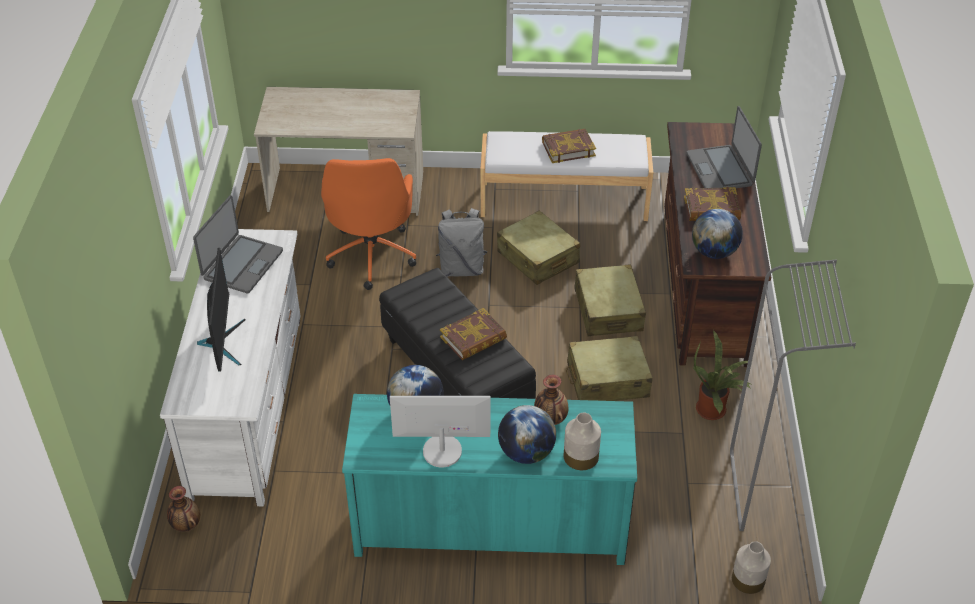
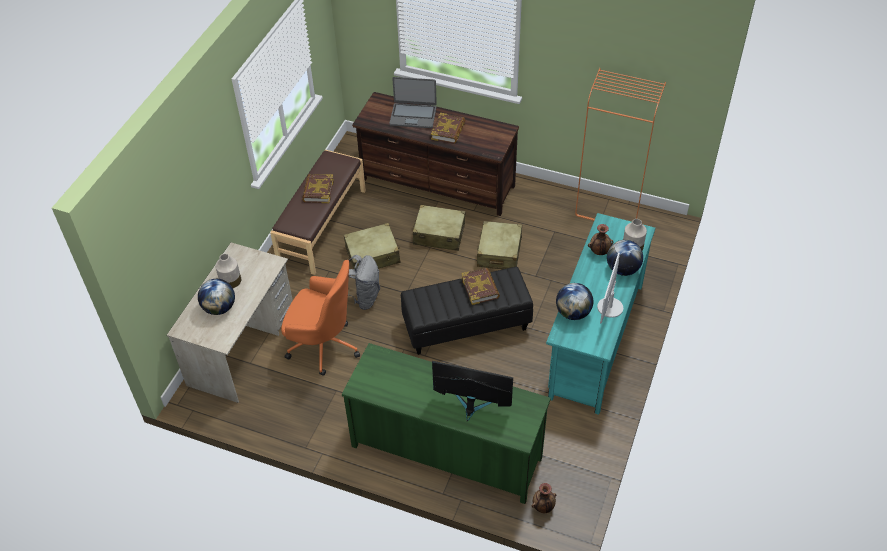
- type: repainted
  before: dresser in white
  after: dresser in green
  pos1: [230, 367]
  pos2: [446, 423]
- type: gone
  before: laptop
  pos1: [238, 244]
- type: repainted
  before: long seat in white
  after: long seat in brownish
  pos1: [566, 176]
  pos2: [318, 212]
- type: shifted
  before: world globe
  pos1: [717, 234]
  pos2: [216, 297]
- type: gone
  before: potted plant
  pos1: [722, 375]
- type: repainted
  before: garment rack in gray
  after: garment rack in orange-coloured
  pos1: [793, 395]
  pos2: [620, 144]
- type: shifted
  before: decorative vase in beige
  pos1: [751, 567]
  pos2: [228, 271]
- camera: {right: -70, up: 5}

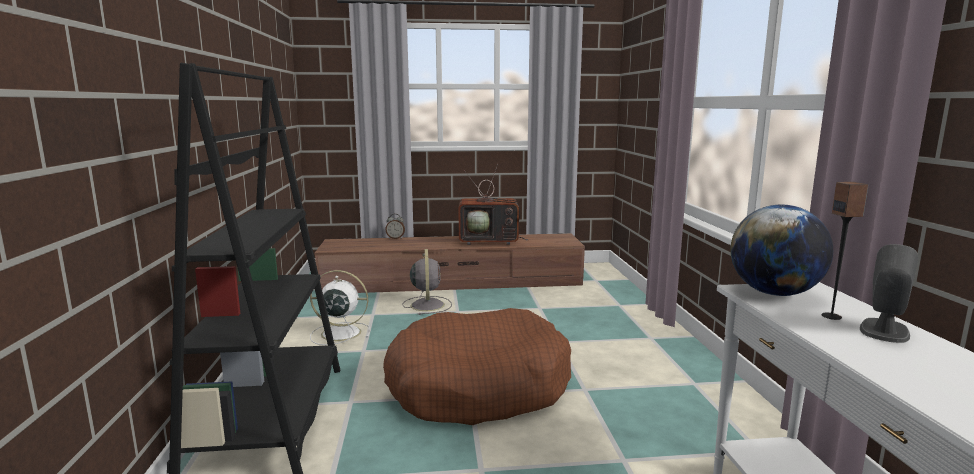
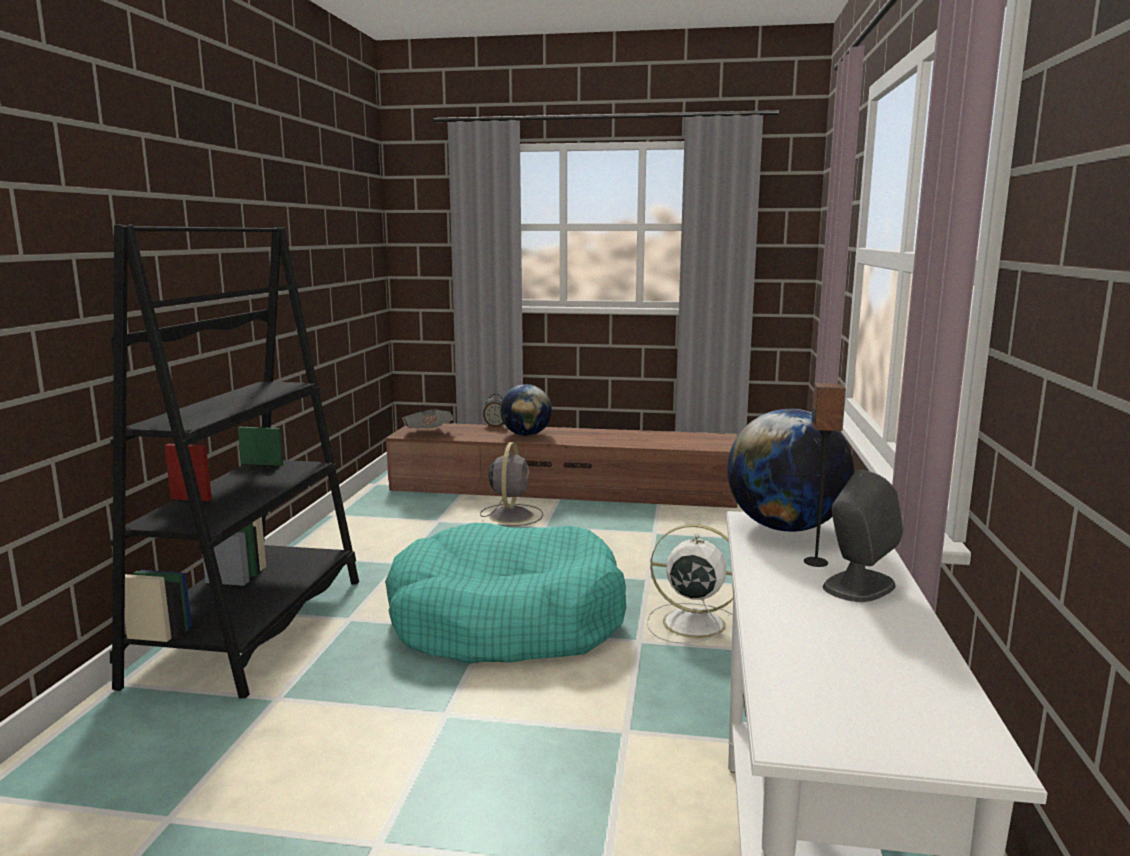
- type: shifted
  before: electric fan in white
  pos1: [340, 307]
  pos2: [690, 584]
- type: repainted
  before: dog cushion in brownish
  after: dog cushion in turquoise
  pos1: [477, 366]
  pos2: [505, 593]
- type: gone
  before: TV set
  pos1: [493, 204]
- type: new
  after: printed paper
  pos2: [428, 419]
- type: new
  after: world globe
  pos2: [526, 410]
- camera: {right: 15, up: 0}

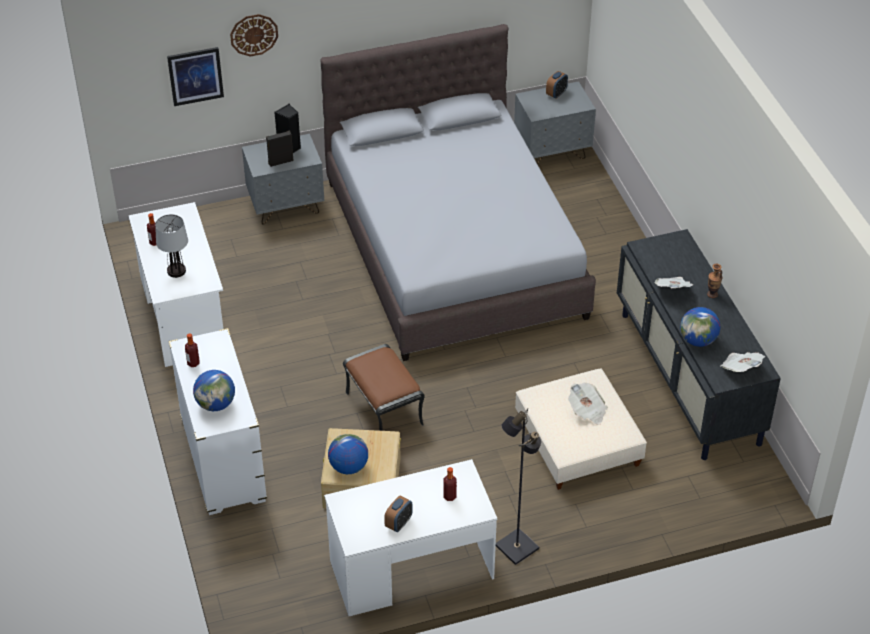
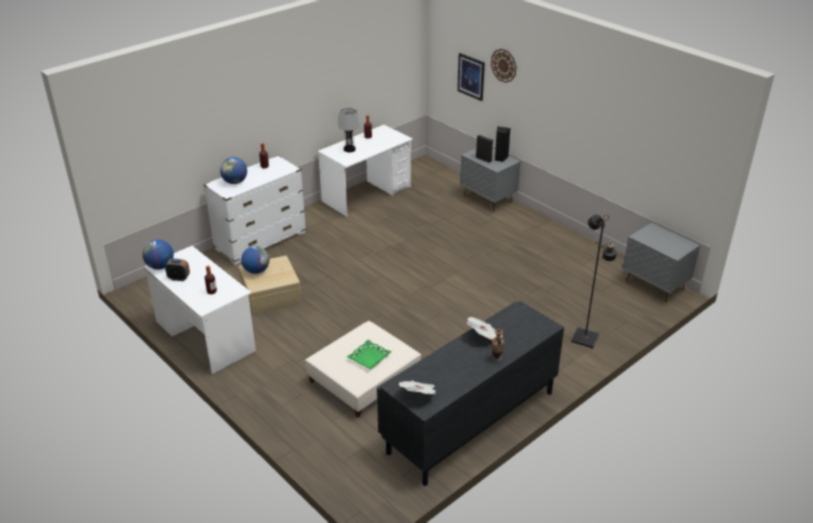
- type: gone
  before: sleeping bed in gray
  pos1: [458, 192]
- type: gone
  before: pouffe in brownish
  pos1: [384, 387]
- type: shifted
  before: standard lamp in black-coloured
  pos1: [518, 486]
  pos2: [594, 281]
- type: gone
  before: table clock
  pos1: [557, 85]
- type: swapped
  before: printed paper
  after: tray in green
  pos1: [588, 404]
  pos2: [369, 355]
- type: shifted
  before: world globe
  pos1: [700, 327]
  pos2: [158, 254]
- camera: {right: 65, up: -10}

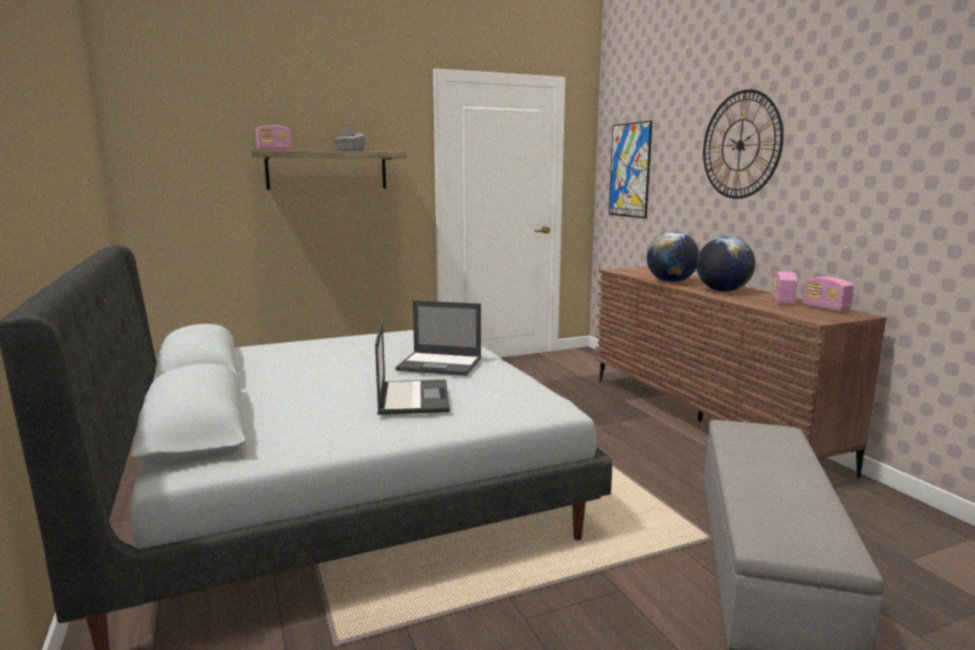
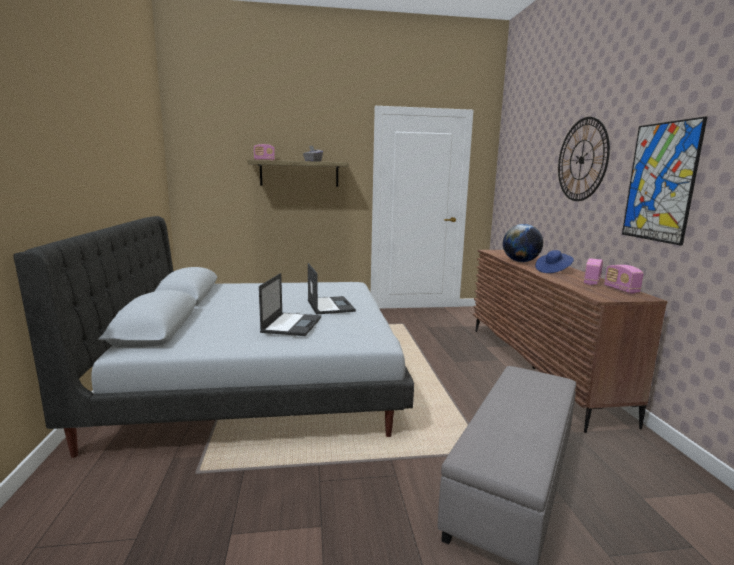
- type: rotated
  before: laptop
  pos1: [438, 338]
  pos2: [332, 289]
  turn: -135
- type: shifted
  before: wall picture
  pos1: [631, 170]
  pos2: [664, 181]
- type: swapped
  before: world globe
  after: wearable hat in blue
  pos1: [725, 264]
  pos2: [554, 261]
- camera: {right: 15, up: 0}

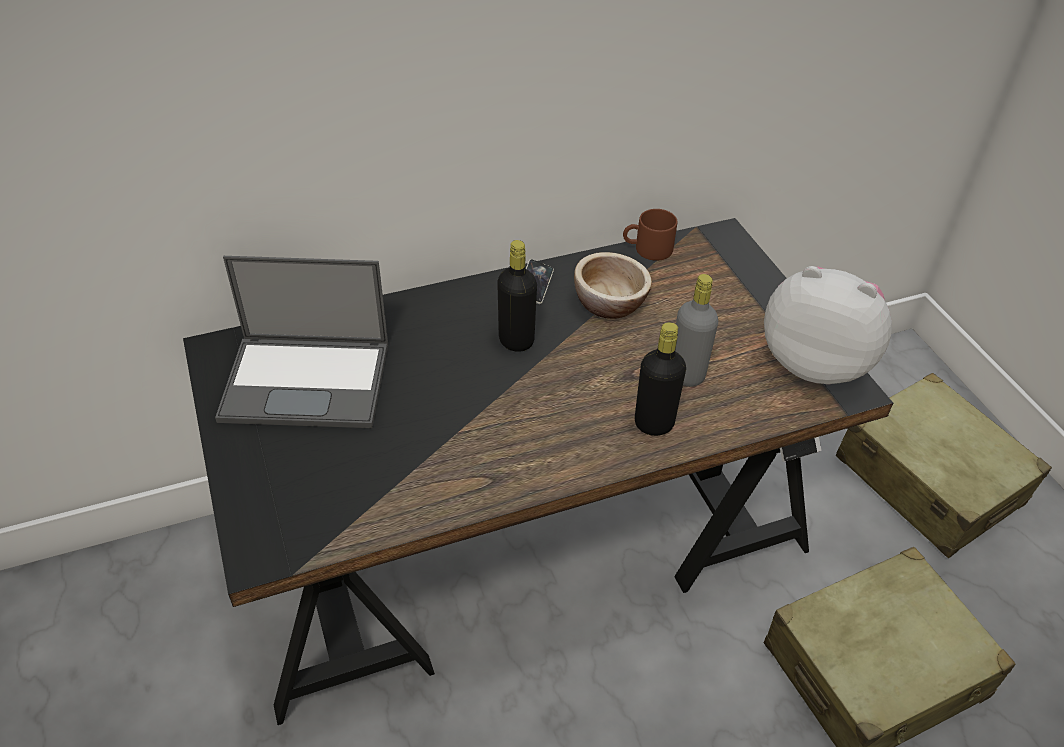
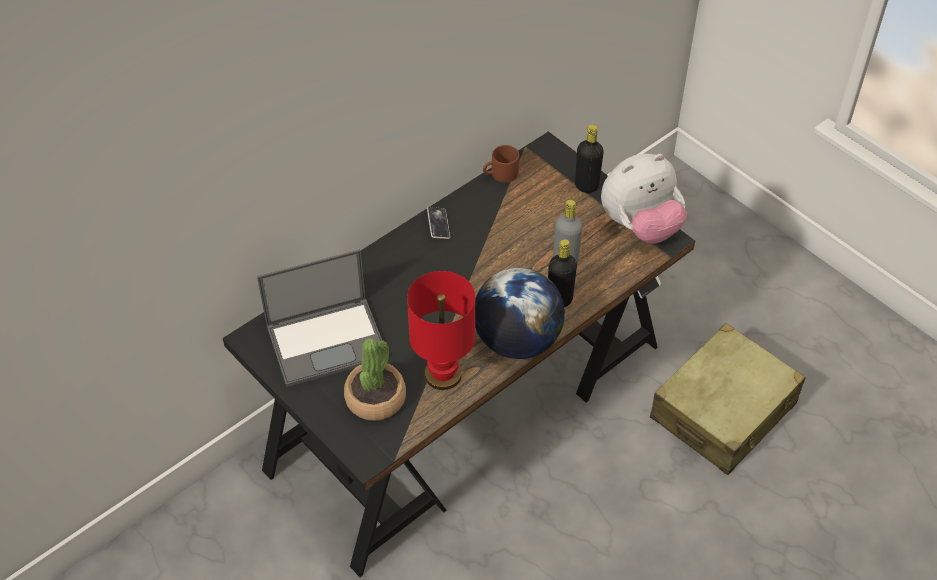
- type: shifted
  before: beverage bottle in black-coloured
  pos1: [517, 296]
  pos2: [589, 158]
- type: gone
  before: bowl
  pos1: [613, 285]
- type: rotated
  before: soft toy
  pos1: [828, 325]
  pos2: [644, 198]
  turn: 150
- type: gone
  before: piece of luggage in beige
  pos1: [944, 465]
- type: new
  after: potted plant
  pos2: [375, 379]
- type: new
  after: lamp for a table in red-coloured
  pos2: [441, 330]
- type: new
  after: world globe
  pos2: [520, 313]
- camera: {right: -20, up: 5}

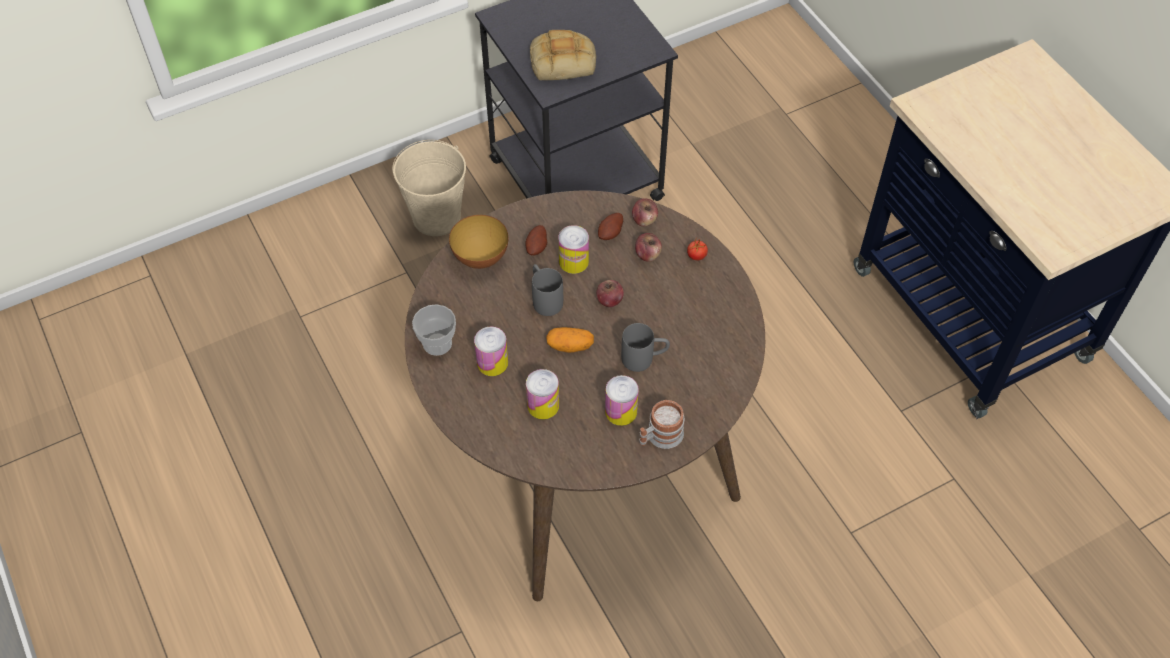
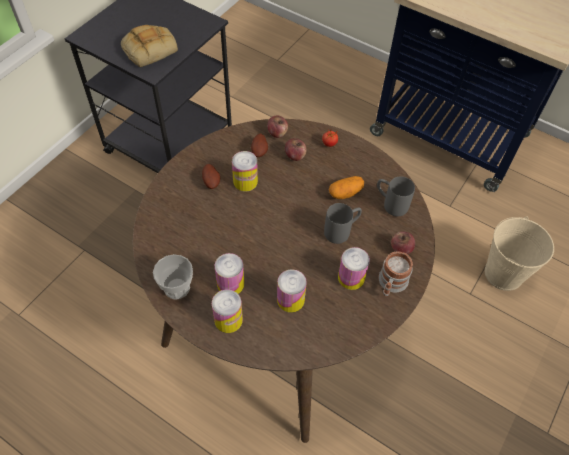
- type: shifted
  before: water bucket in beige
  pos1: [429, 188]
  pos2: [519, 253]
- type: gone
  before: bowl
  pos1: [478, 242]
- type: shifted
  before: coffee mug in gray
  pos1: [547, 290]
  pos2: [396, 196]
- type: shifted
  before: potato
  pos1: [570, 340]
  pos2: [346, 187]
- type: shifted
  before: whole apple
  pos1: [610, 293]
  pos2: [403, 242]
- type: new
  after: can
  pos2: [227, 311]
- camera: {right: -30, up: 0}

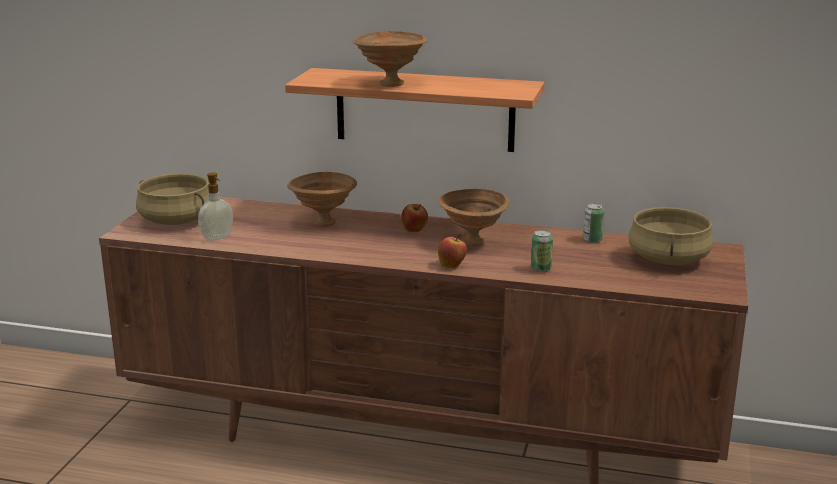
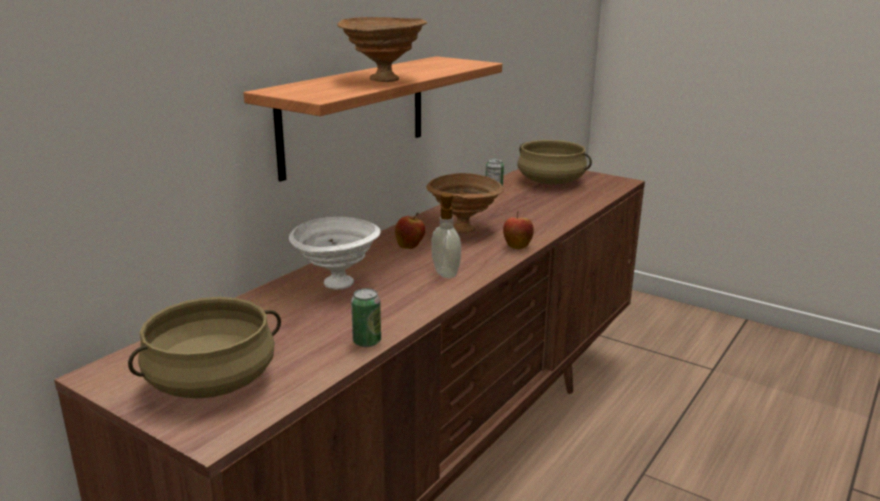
- type: shifted
  before: soap bottle
  pos1: [215, 206]
  pos2: [446, 235]
- type: repainted
  before: bowl in brownish
  after: bowl in white
  pos1: [322, 199]
  pos2: [335, 253]
- type: shifted
  before: can
  pos1: [542, 251]
  pos2: [366, 317]
- camera: {right: -70, up: 0}

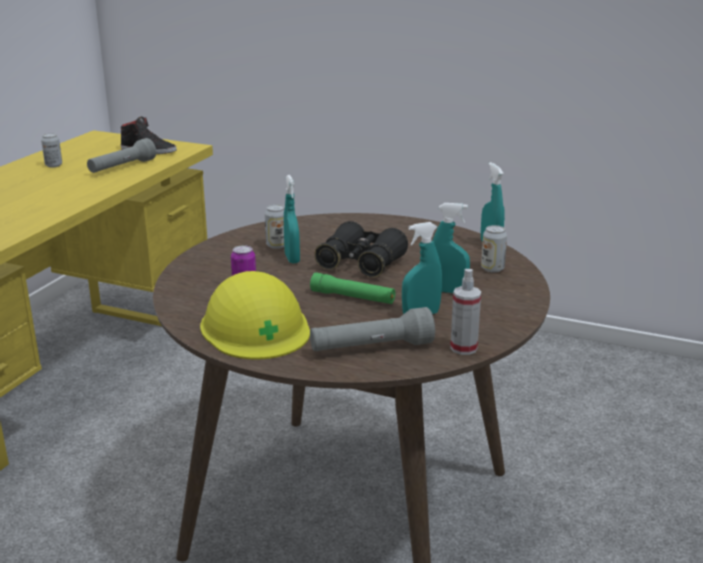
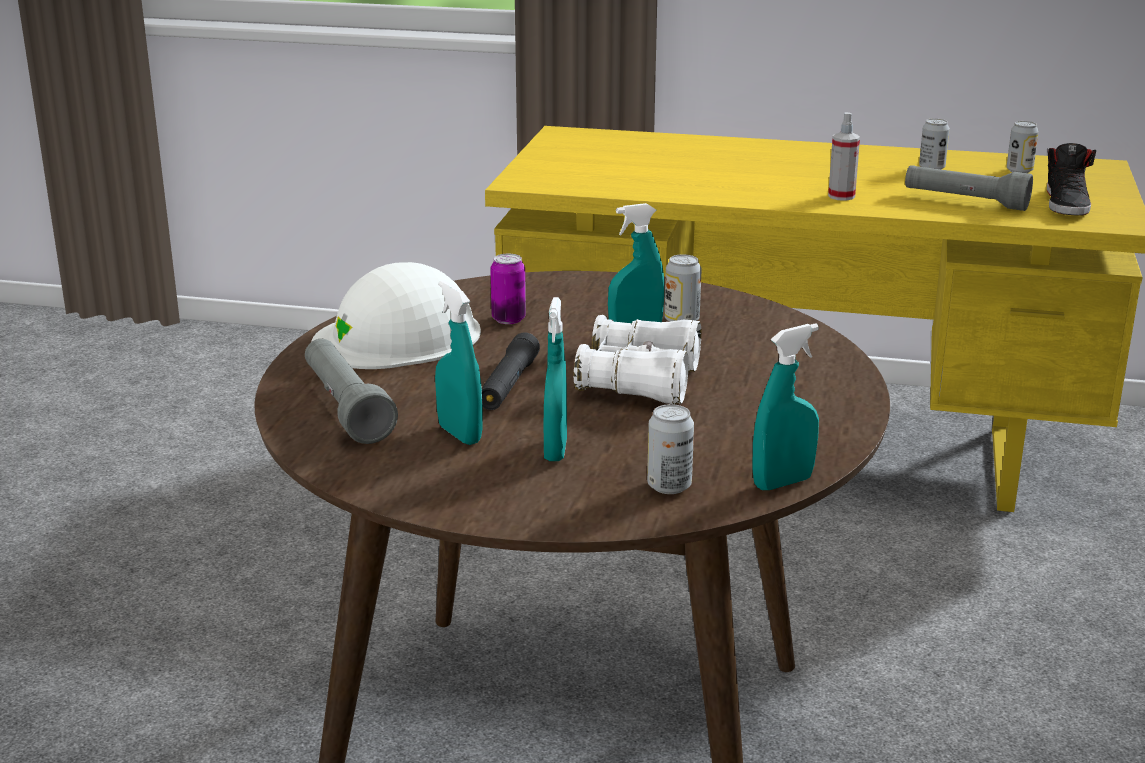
- type: repainted
  before: work helmet in yellow-coloured
  after: work helmet in white
  pos1: [255, 315]
  pos2: [396, 315]
- type: repainted
  before: torch in green
  after: torch in black-coloured
  pos1: [352, 288]
  pos2: [511, 371]
- type: repainted
  before: binoculars in black-coloured
  after: binoculars in white
  pos1: [361, 249]
  pos2: [637, 360]
- type: shifted
  before: spray bottle
  pos1: [465, 312]
  pos2: [844, 156]
- type: new
  after: can
  pos2: [1023, 147]
- camera: {right: 80, up: 0}

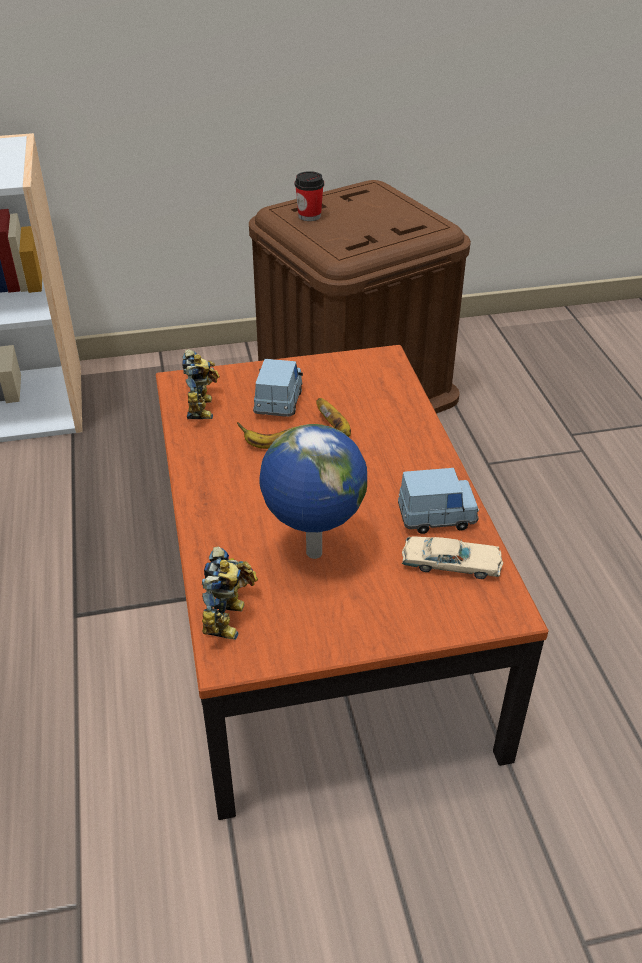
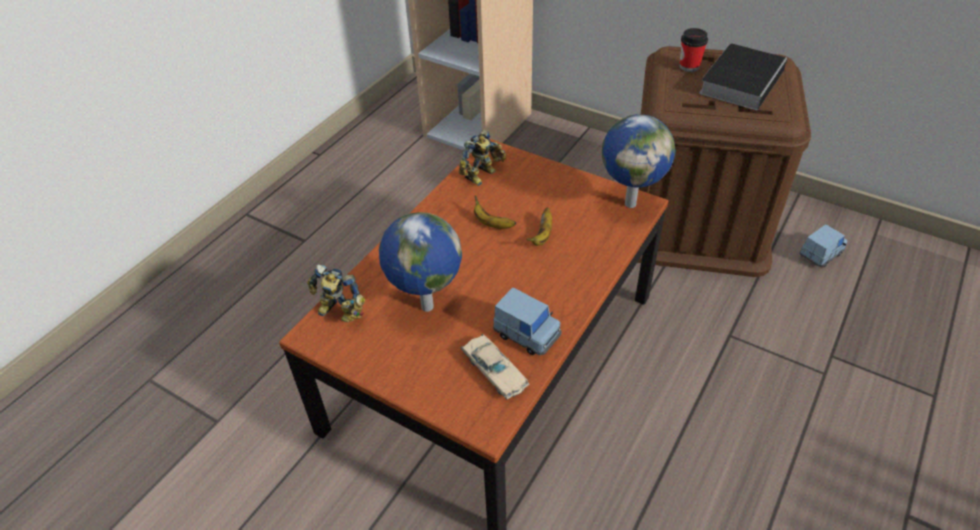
- type: rotated
  before: model robot
  pos1: [230, 593]
  pos2: [336, 293]
  turn: 60
- type: shifted
  before: model car in blue
  pos1: [278, 388]
  pos2: [823, 245]
- type: new
  after: world globe
  pos2: [638, 161]
- type: new
  after: book
  pos2: [743, 77]
- camera: {right: 45, up: 5}

